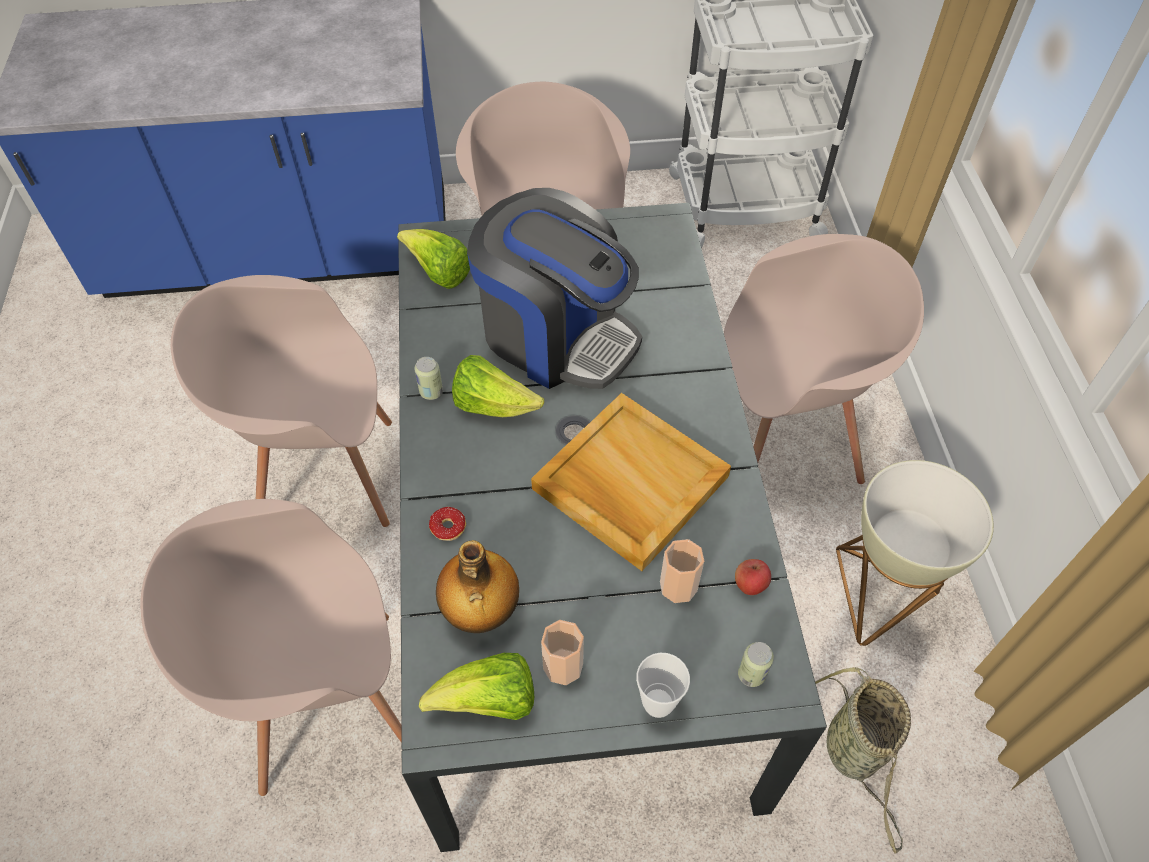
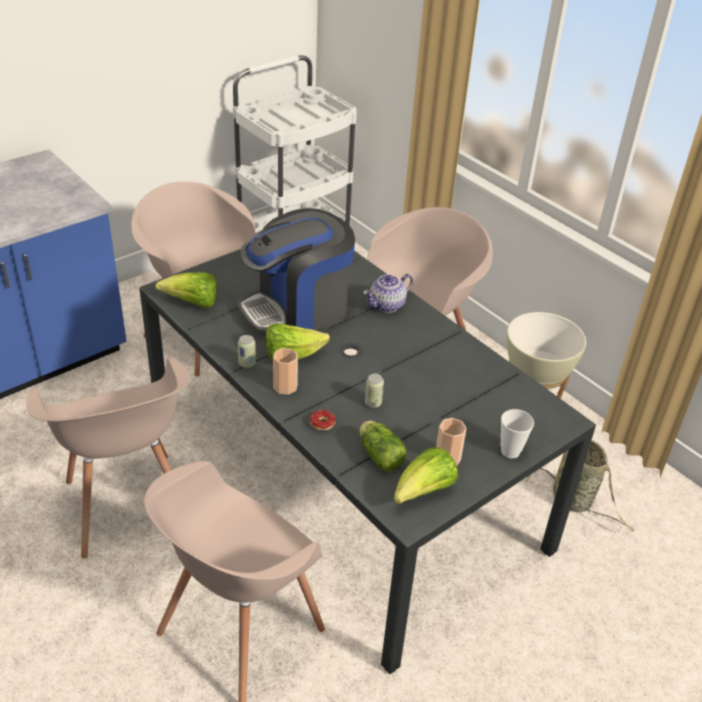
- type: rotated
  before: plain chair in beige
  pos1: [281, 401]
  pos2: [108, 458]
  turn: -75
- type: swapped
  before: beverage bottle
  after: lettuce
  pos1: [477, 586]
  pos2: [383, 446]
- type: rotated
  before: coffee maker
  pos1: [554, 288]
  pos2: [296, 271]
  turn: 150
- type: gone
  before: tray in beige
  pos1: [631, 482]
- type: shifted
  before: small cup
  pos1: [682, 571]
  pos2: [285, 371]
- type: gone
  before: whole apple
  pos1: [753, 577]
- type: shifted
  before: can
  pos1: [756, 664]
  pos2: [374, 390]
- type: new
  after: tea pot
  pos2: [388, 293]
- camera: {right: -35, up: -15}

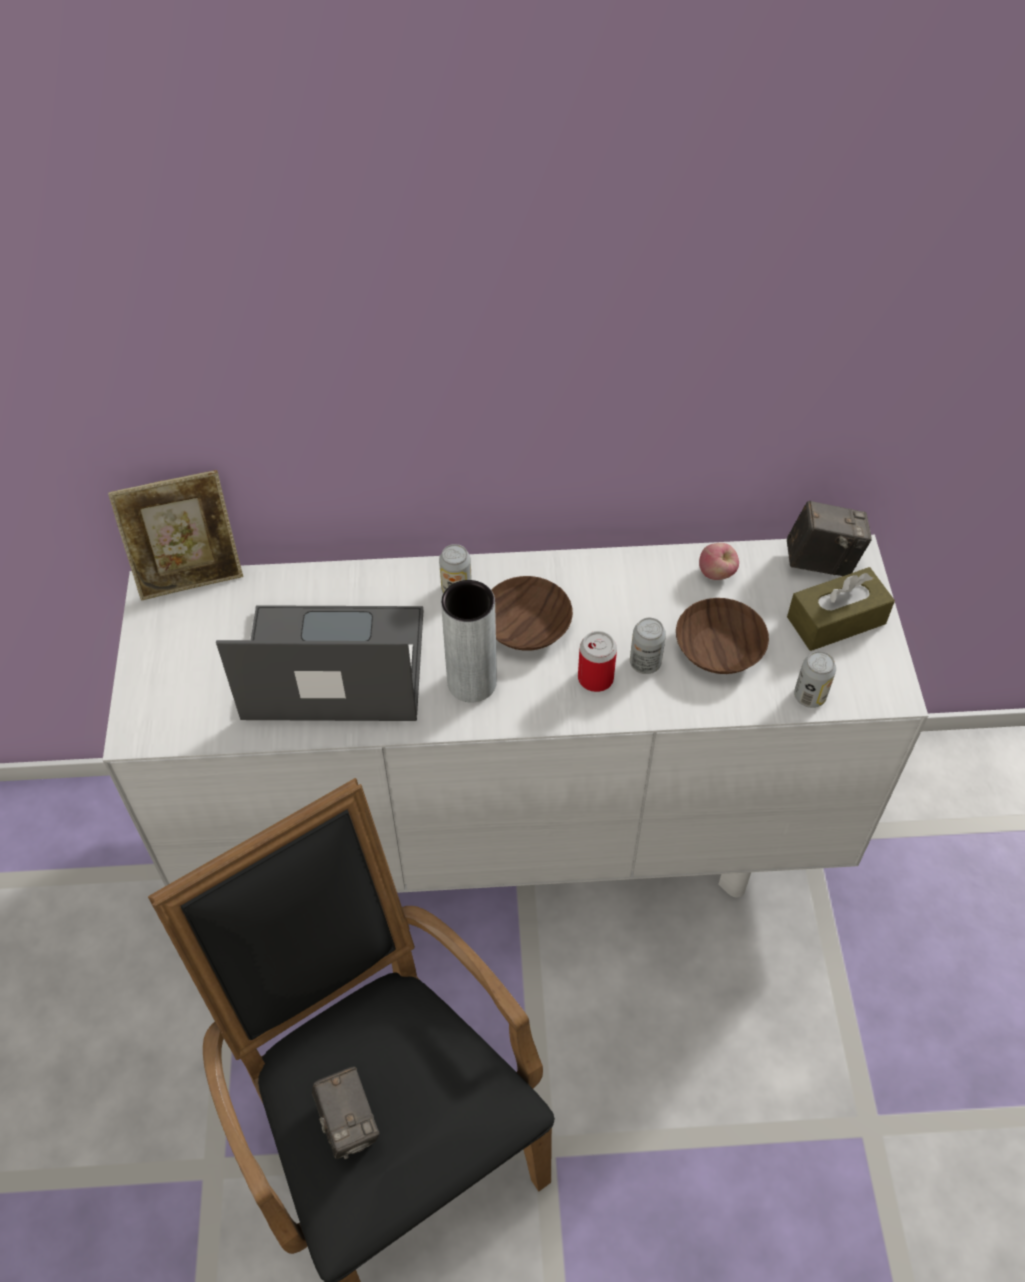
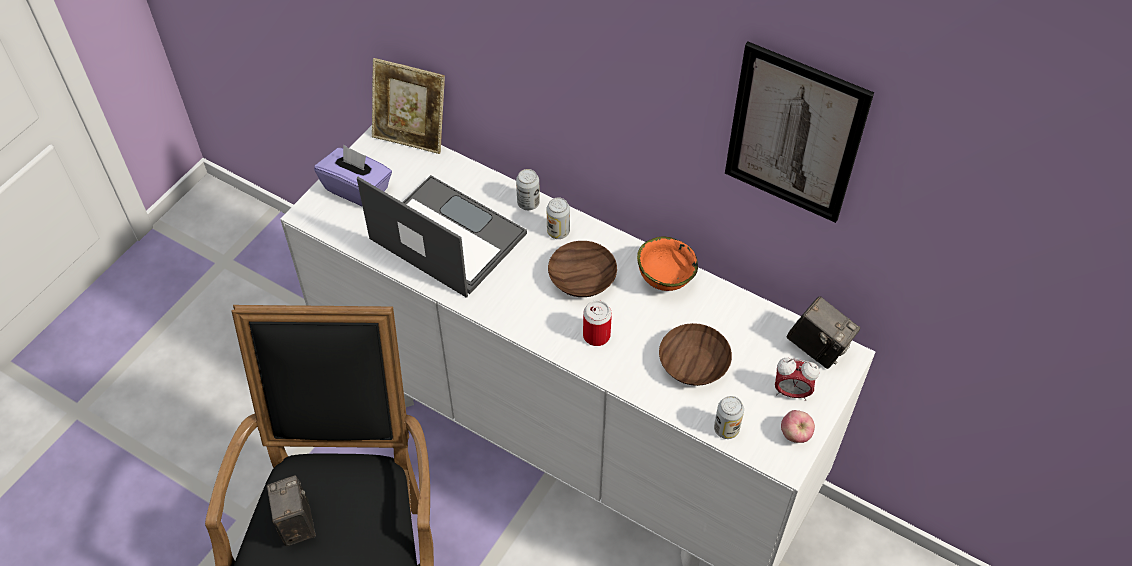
- type: rotated
  before: photo camera
  pos1: [346, 1112]
  pos2: [291, 511]
  turn: 150
- type: gone
  before: decorative vase in gray
  pos1: [469, 641]
- type: shifted
  before: can
  pos1: [648, 646]
  pos2: [528, 189]
- type: shifted
  before: whole apple
  pos1: [719, 561]
  pos2: [798, 426]
- type: swapped
  before: box of tissues in brownish
  after: table clock
  pos1: [841, 609]
  pos2: [797, 379]
- type: new
  after: box of tissues in purplish
  pos2: [353, 175]
- type: new
  after: bowl in orange-coloured
  pos2: [667, 263]
- type: new
  after: wall picture
  pos2: [799, 132]
- camera: {right: 35, up: 0}

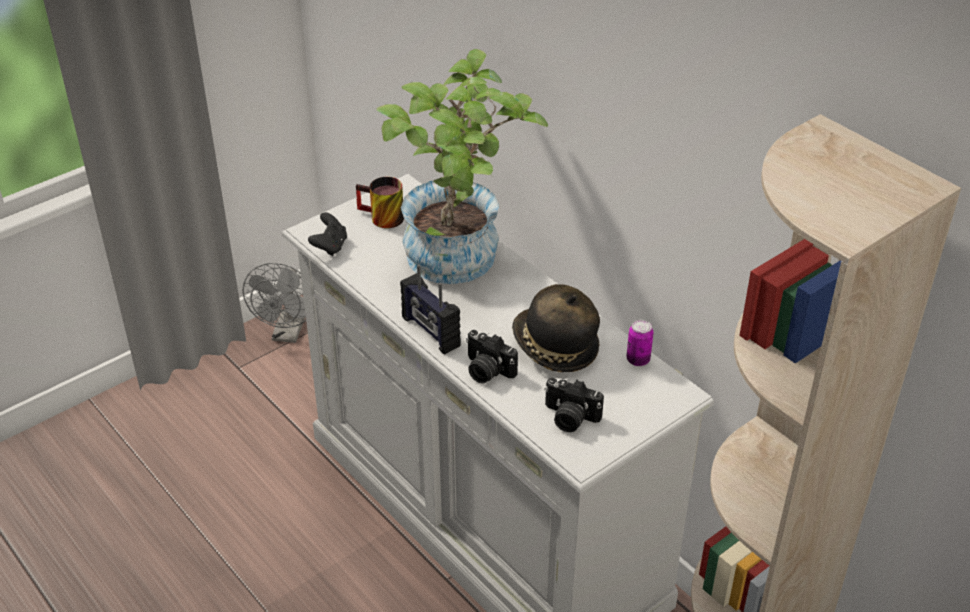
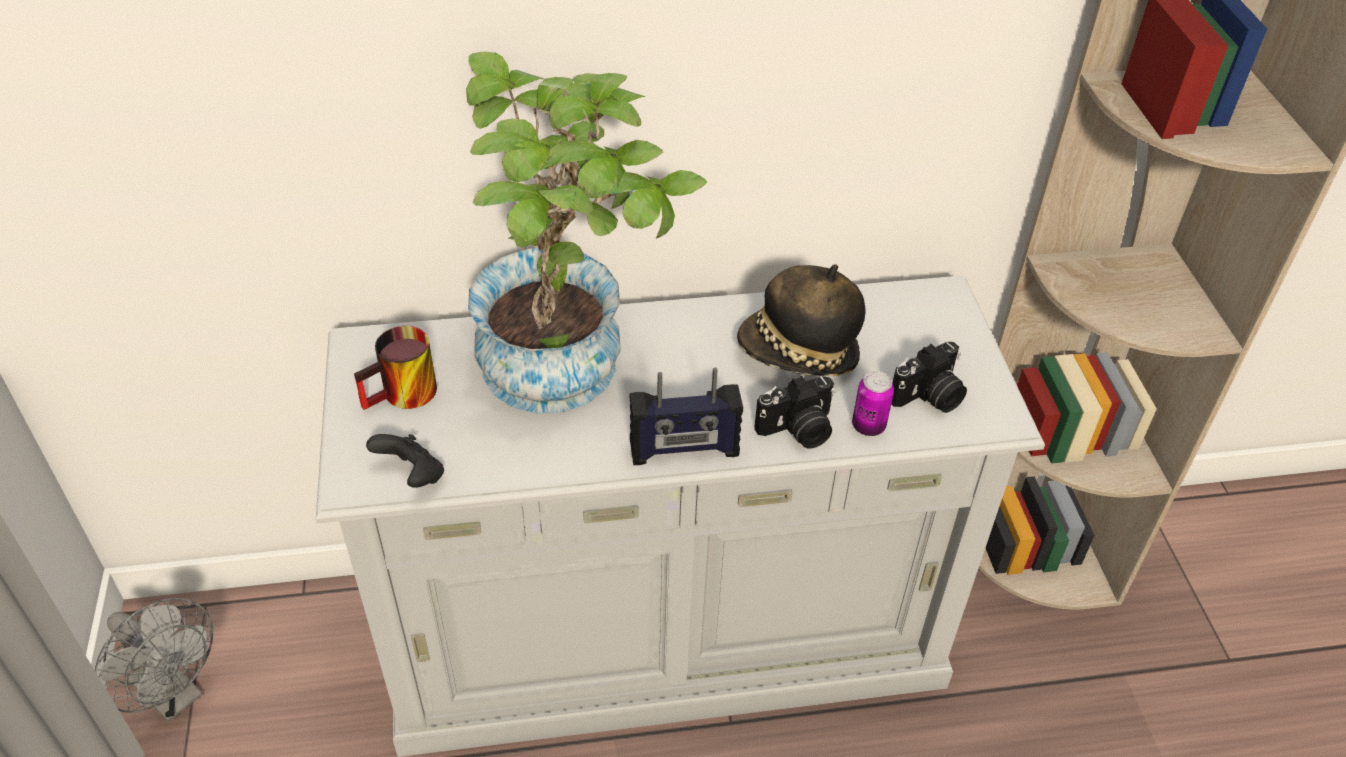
- type: shifted
  before: can
  pos1: [640, 343]
  pos2: [873, 403]
- camera: {right: -60, up: 5}

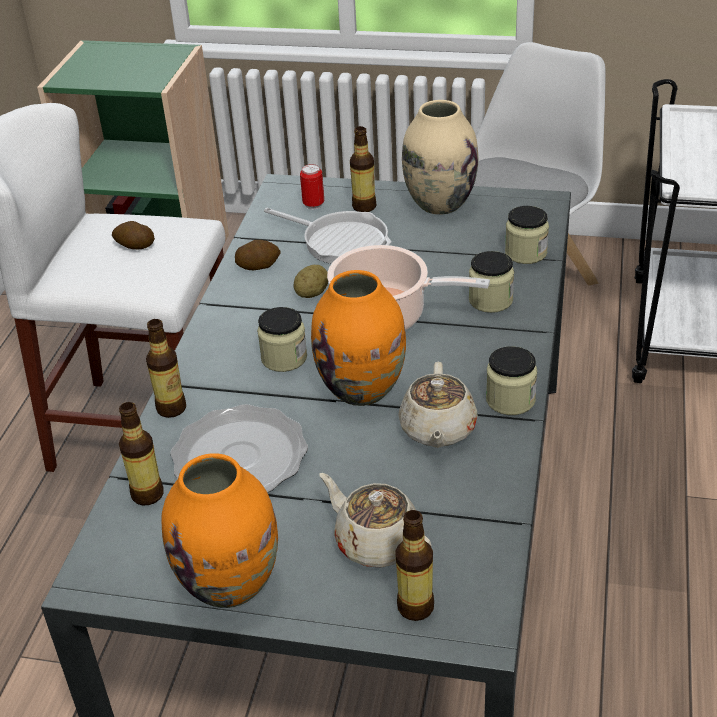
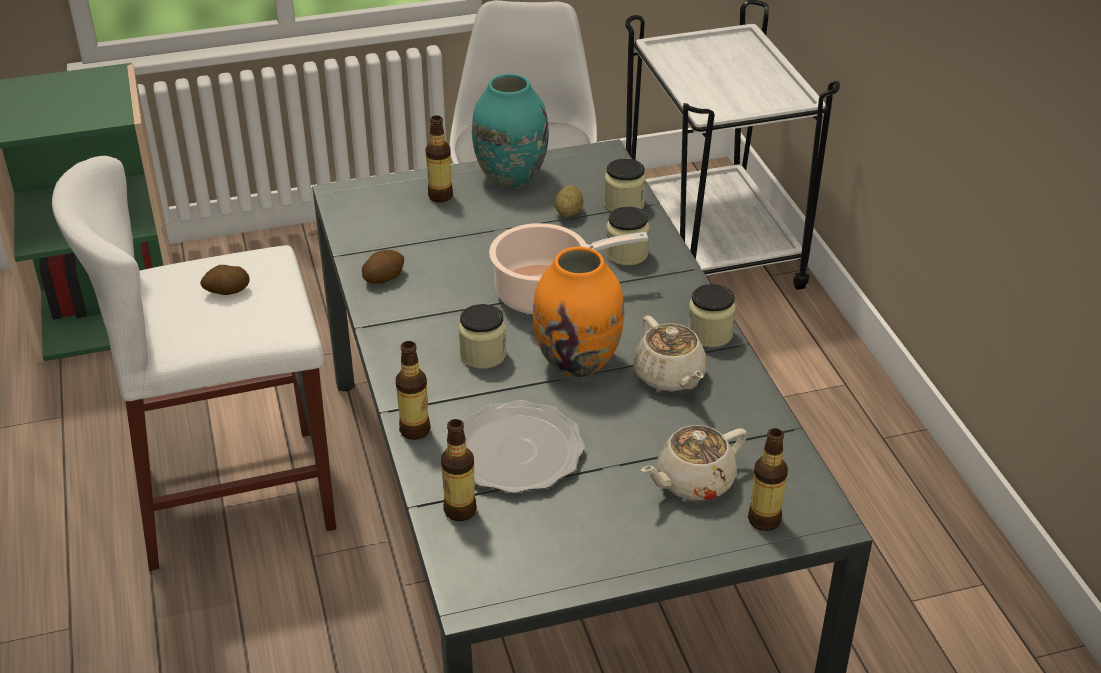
- type: gone
  before: decorative vase in orange-coloured
  pos1: [220, 530]
- type: gone
  before: pan
  pos1: [328, 236]
- type: shifted
  before: potato
  pos1: [311, 281]
  pos2: [569, 201]
- type: gone
  before: can
  pos1: [312, 186]
- type: rotated
  before: tea pot in beige
  pos1: [375, 520]
  pos2: [694, 463]
  turn: -45
- type: repainted
  before: decorative vase in beige
  after: decorative vase in turquoise
  pos1: [440, 157]
  pos2: [510, 131]
- camera: {right: -30, up: 0}

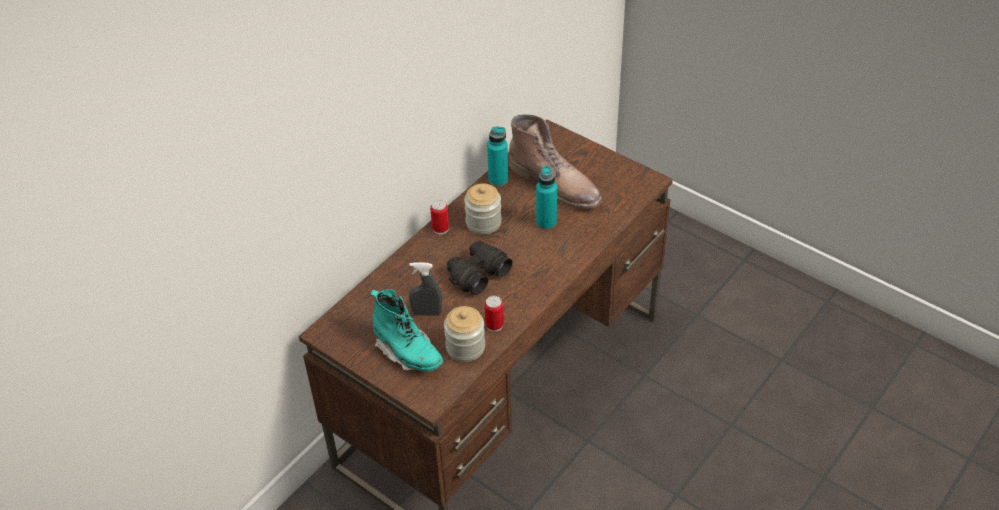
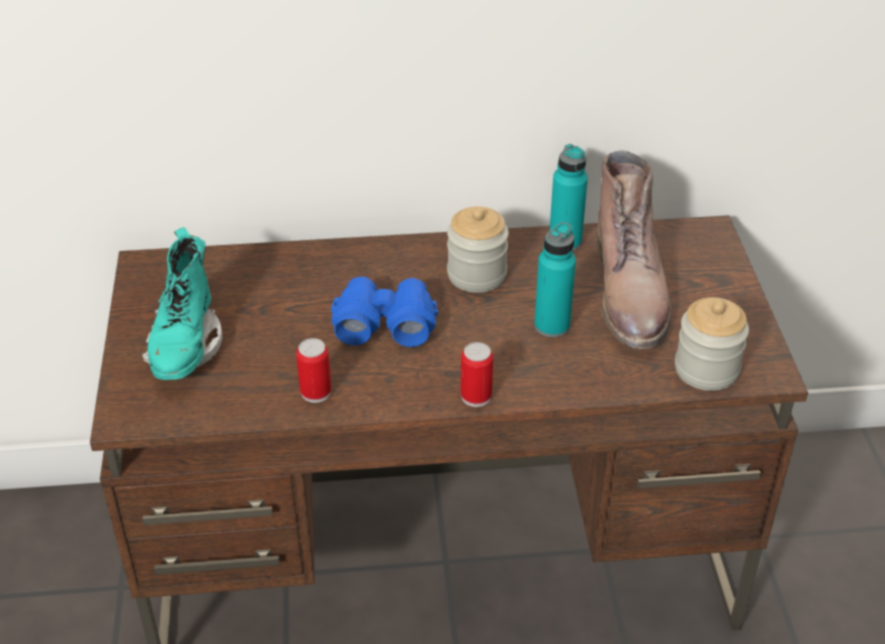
- type: gone
  before: spray bottle in gray
  pos1: [425, 289]
- type: shifted
  before: can
  pos1: [439, 217]
  pos2: [477, 374]
- type: shifted
  before: jar
  pos1: [464, 334]
  pos2: [712, 344]
- type: repainted
  before: binoculars in black-coloured
  after: binoculars in blue
  pos1: [479, 268]
  pos2: [384, 312]
- camera: {right: 45, up: -5}

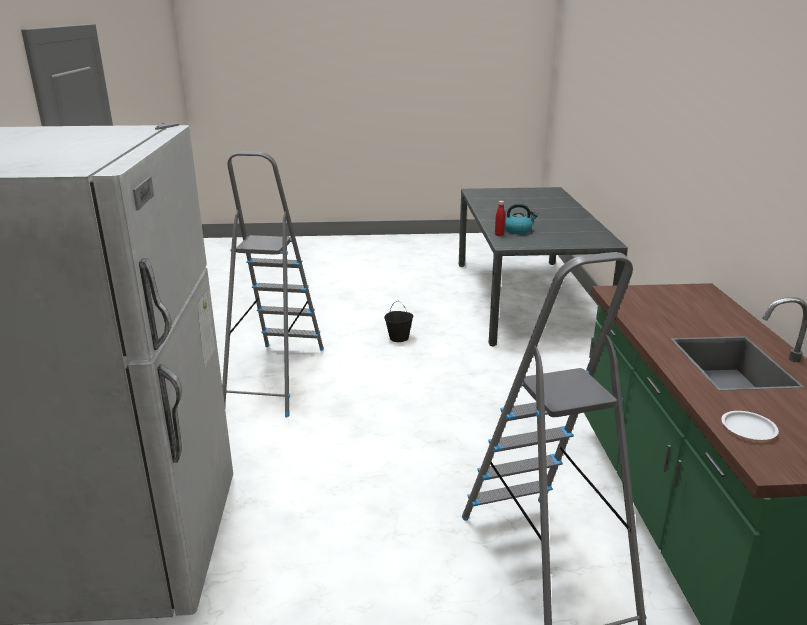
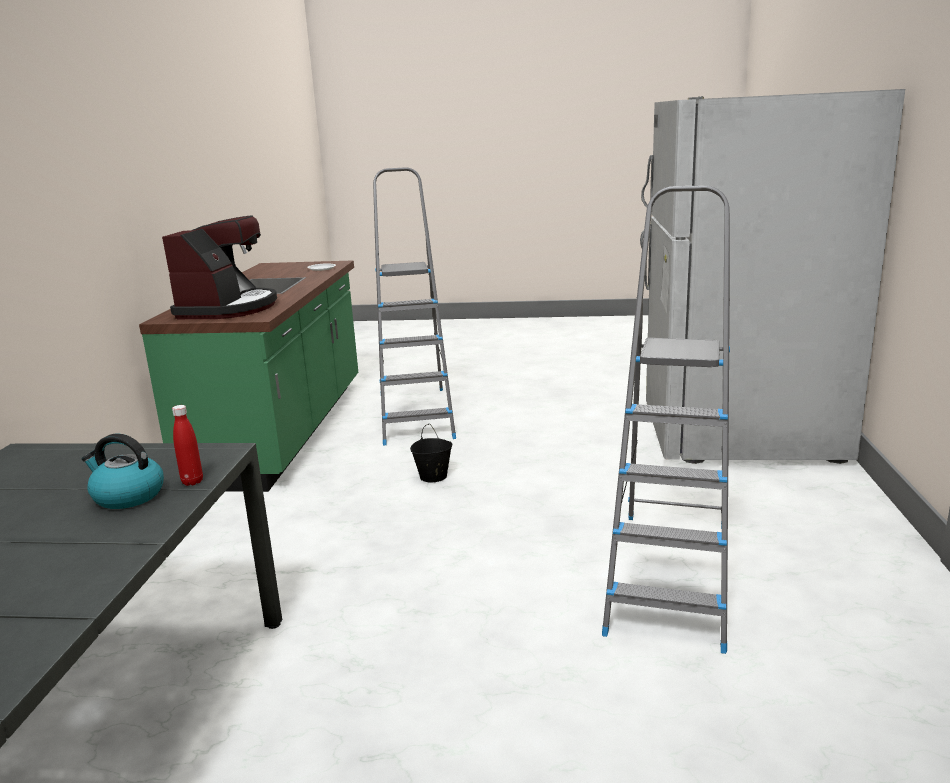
- type: shifted
  before: water bucket in black-coloured
  pos1: [398, 321]
  pos2: [431, 453]
- type: new
  after: coffee maker
  pos2: [219, 267]
- camera: {right: -170, up: -5}

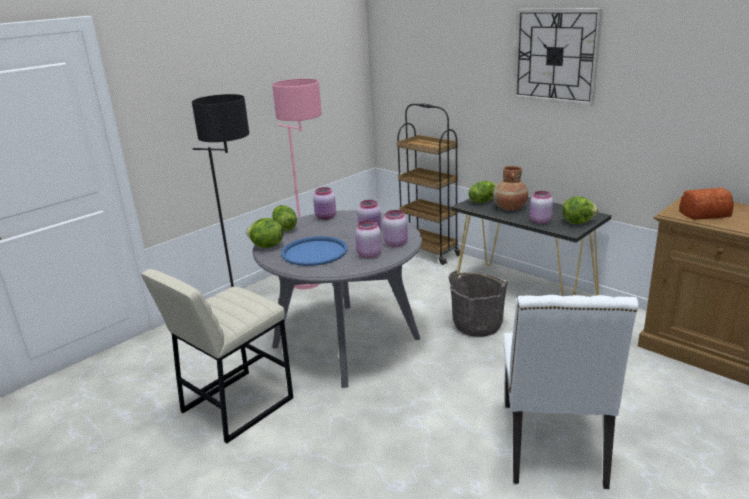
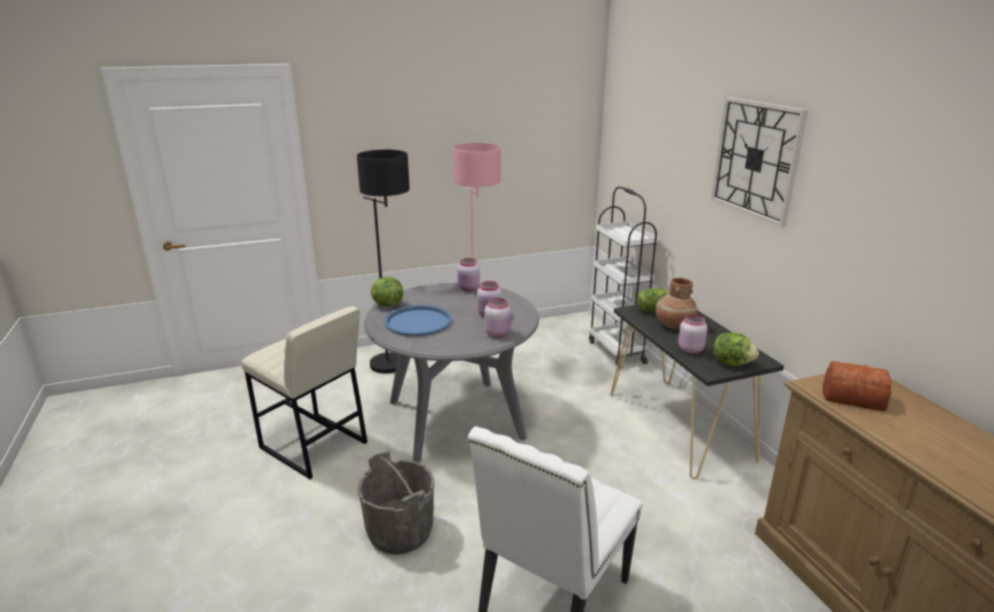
- type: rotated
  before: plain chair in beige
  pos1: [217, 356]
  pos2: [304, 392]
  turn: -120
- type: gone
  before: lettuce
  pos1: [284, 218]
- type: gone
  before: jar in pink
  pos1: [368, 239]
- type: repainted
  before: trolley in brownish
  after: trolley in white
  pos1: [428, 184]
  pos2: [623, 278]
- type: shifted
  before: water bucket in gray
  pos1: [478, 303]
  pos2: [396, 502]
- camera: {right: 25, up: 0}

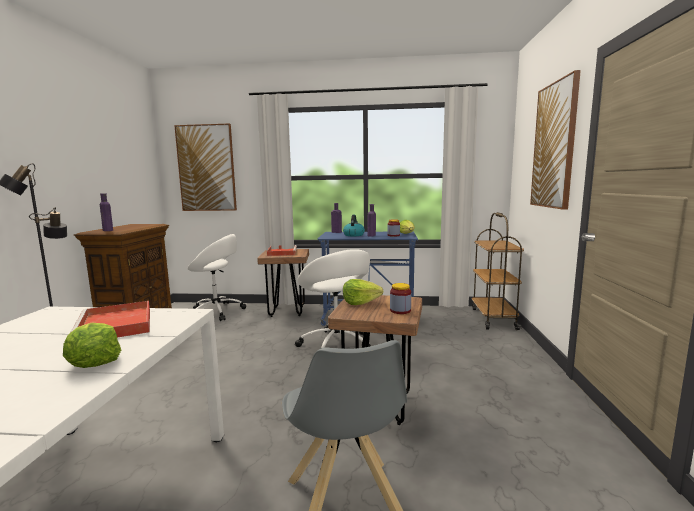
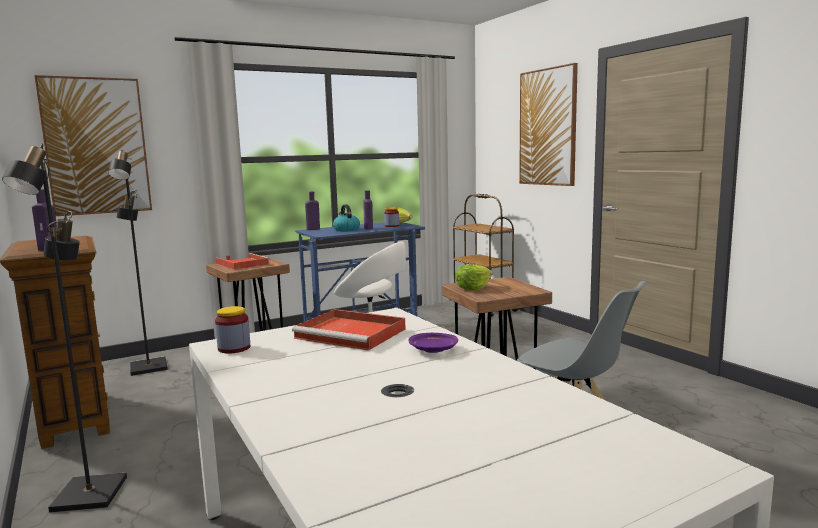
- type: swapped
  before: lettuce
  after: plate in purplish
  pos1: [92, 345]
  pos2: [433, 343]
- type: swapped
  before: desk chair in white
  after: standard lamp in black-coloured
  pos1: [217, 277]
  pos2: [138, 262]
- type: shifted
  before: jar
  pos1: [400, 298]
  pos2: [232, 330]
- camera: {right: -35, up: 0}

